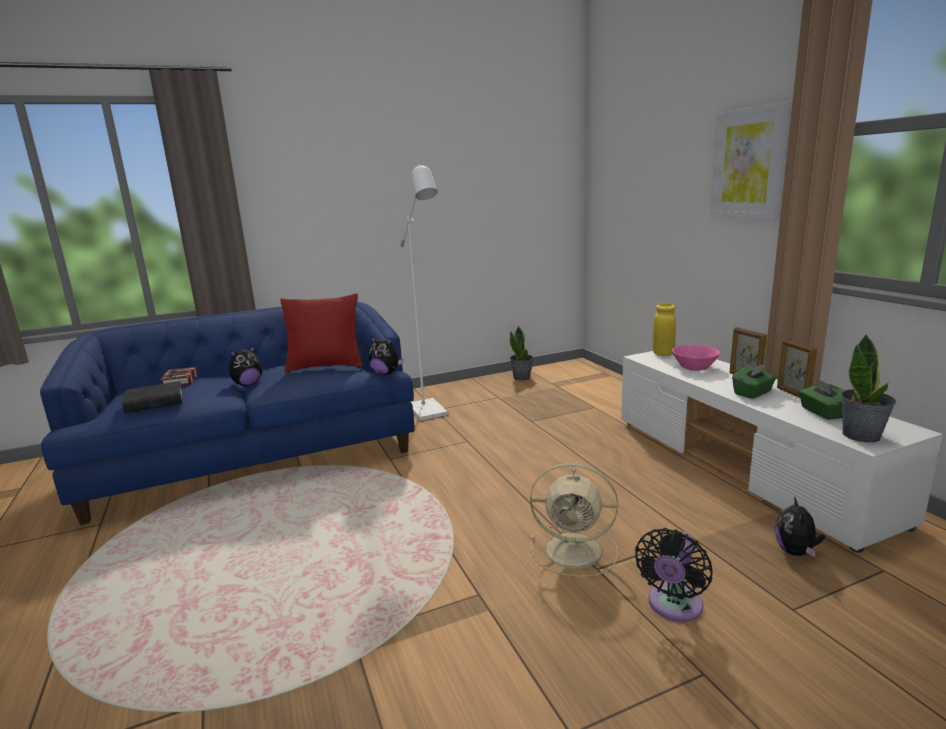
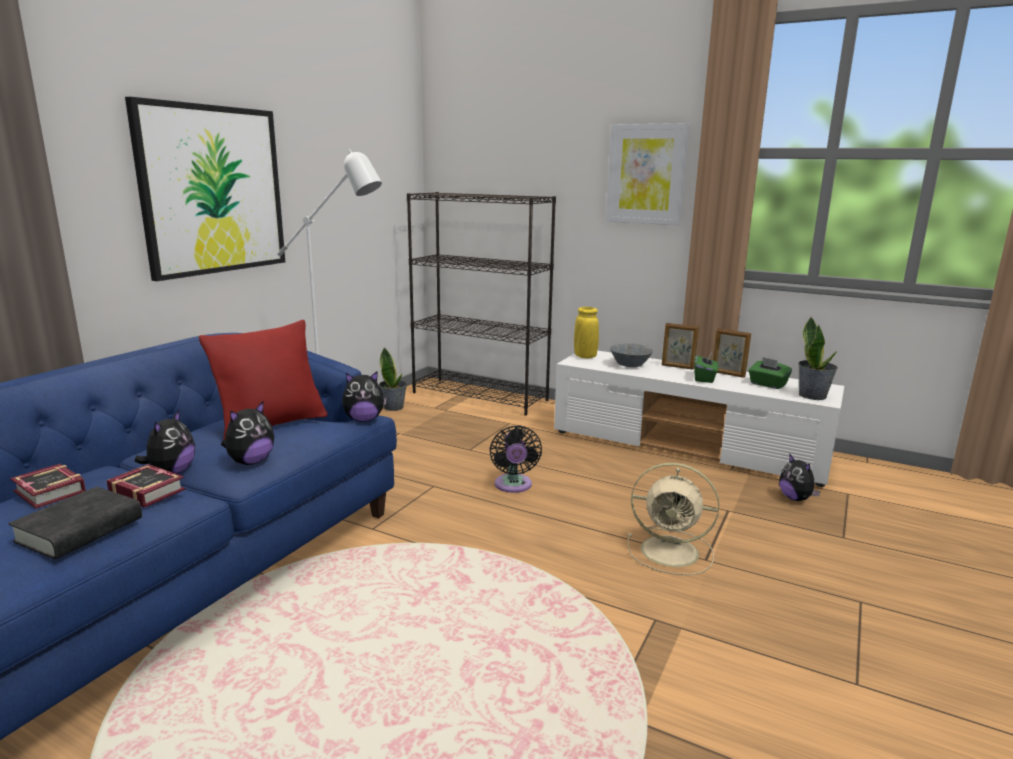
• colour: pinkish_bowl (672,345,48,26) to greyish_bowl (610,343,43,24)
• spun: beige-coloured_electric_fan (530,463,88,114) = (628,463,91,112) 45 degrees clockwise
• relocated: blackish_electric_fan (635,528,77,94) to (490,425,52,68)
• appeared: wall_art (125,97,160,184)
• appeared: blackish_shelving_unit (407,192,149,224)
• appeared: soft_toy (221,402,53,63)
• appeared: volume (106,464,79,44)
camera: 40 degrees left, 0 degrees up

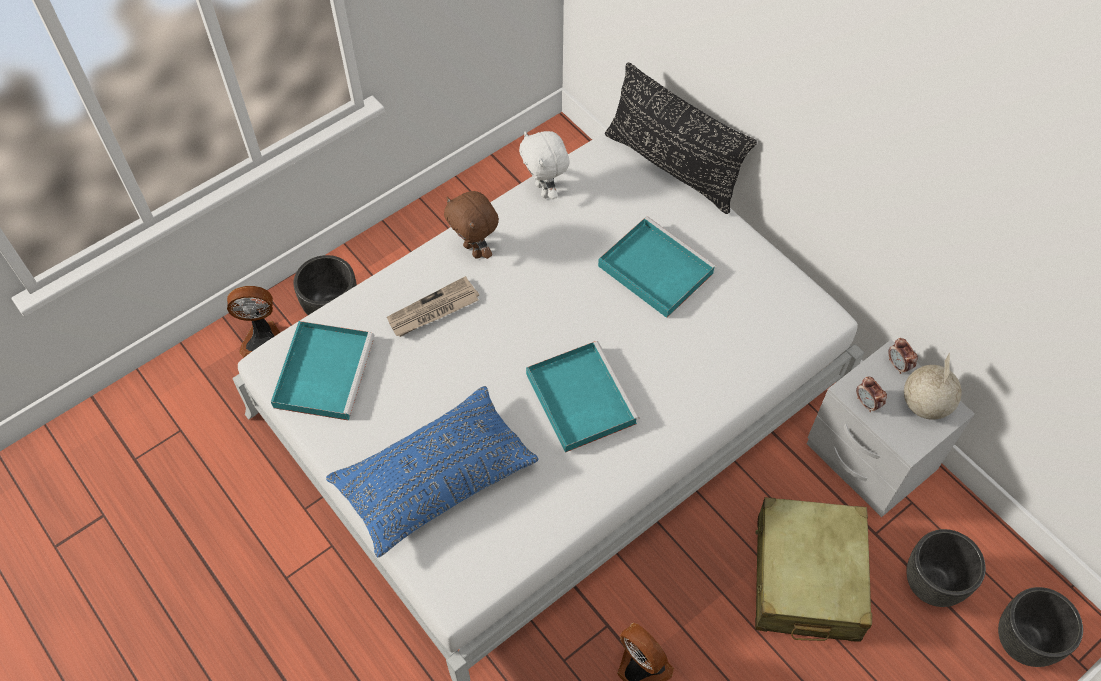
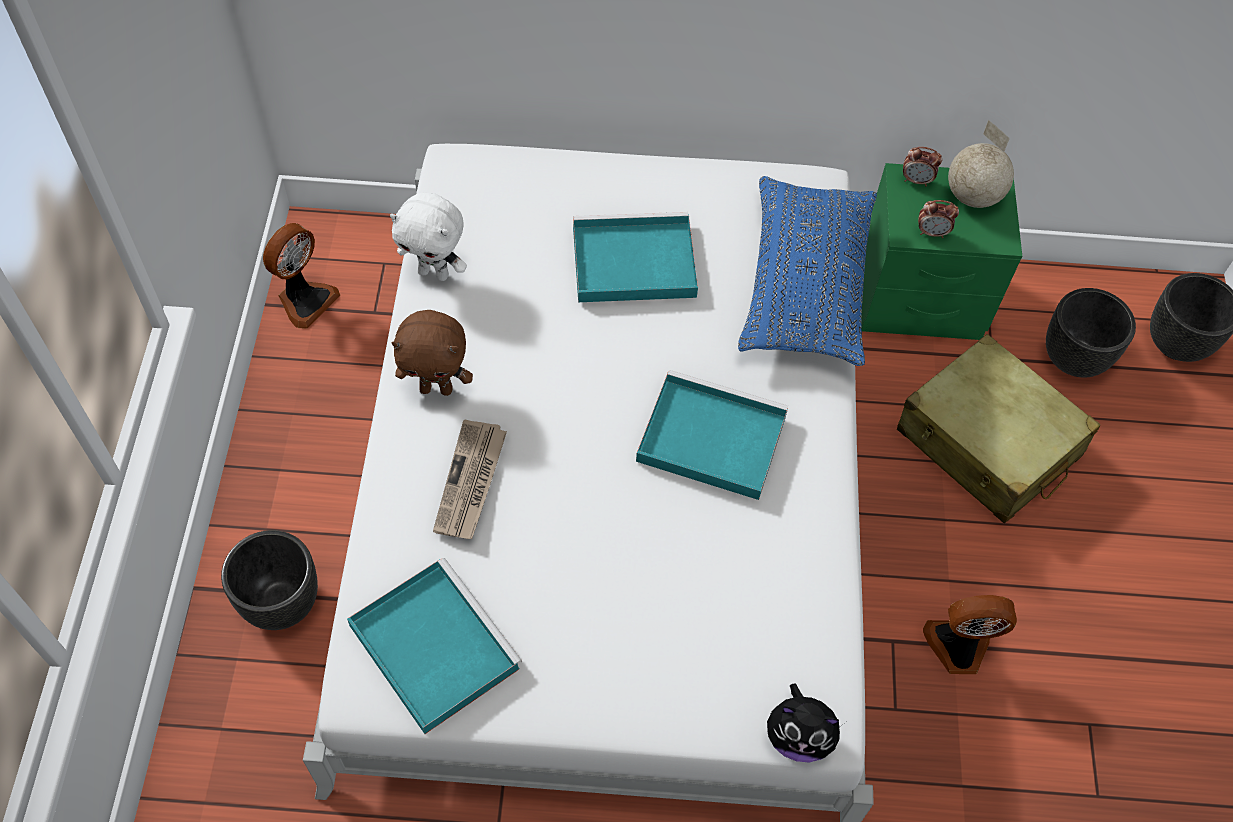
• missing: blackish_throw_pillow (605,62,152,152)
• relocated: electric_fan (227,286,54,72) to (263,223,77,106)
• colour: greyish_night_table (807,340,168,177) to greenish_night_table (861,163,161,177)
• relocated: blue_throw_pillow (326,386,212,171) to (738,176,139,190)
• appeared: soft_toy (767,683,75,79)
camera: 50 degrees left, 0 degrees up

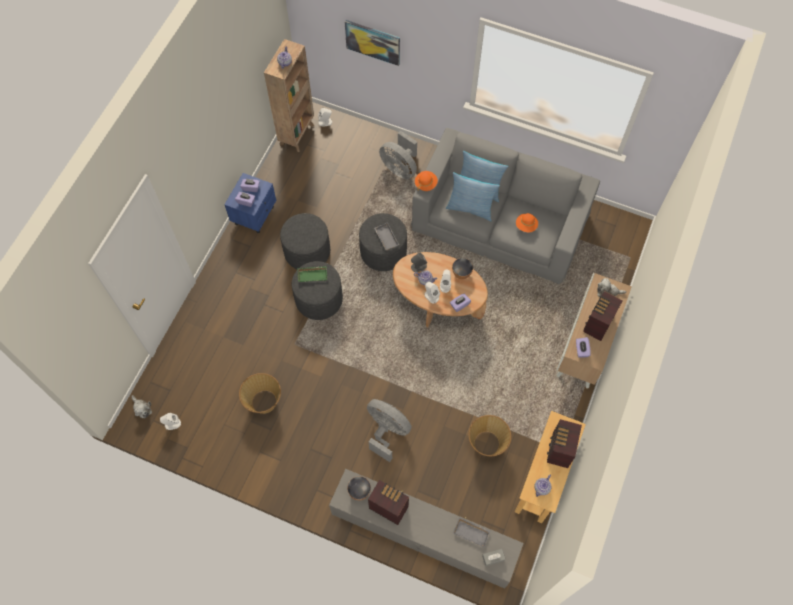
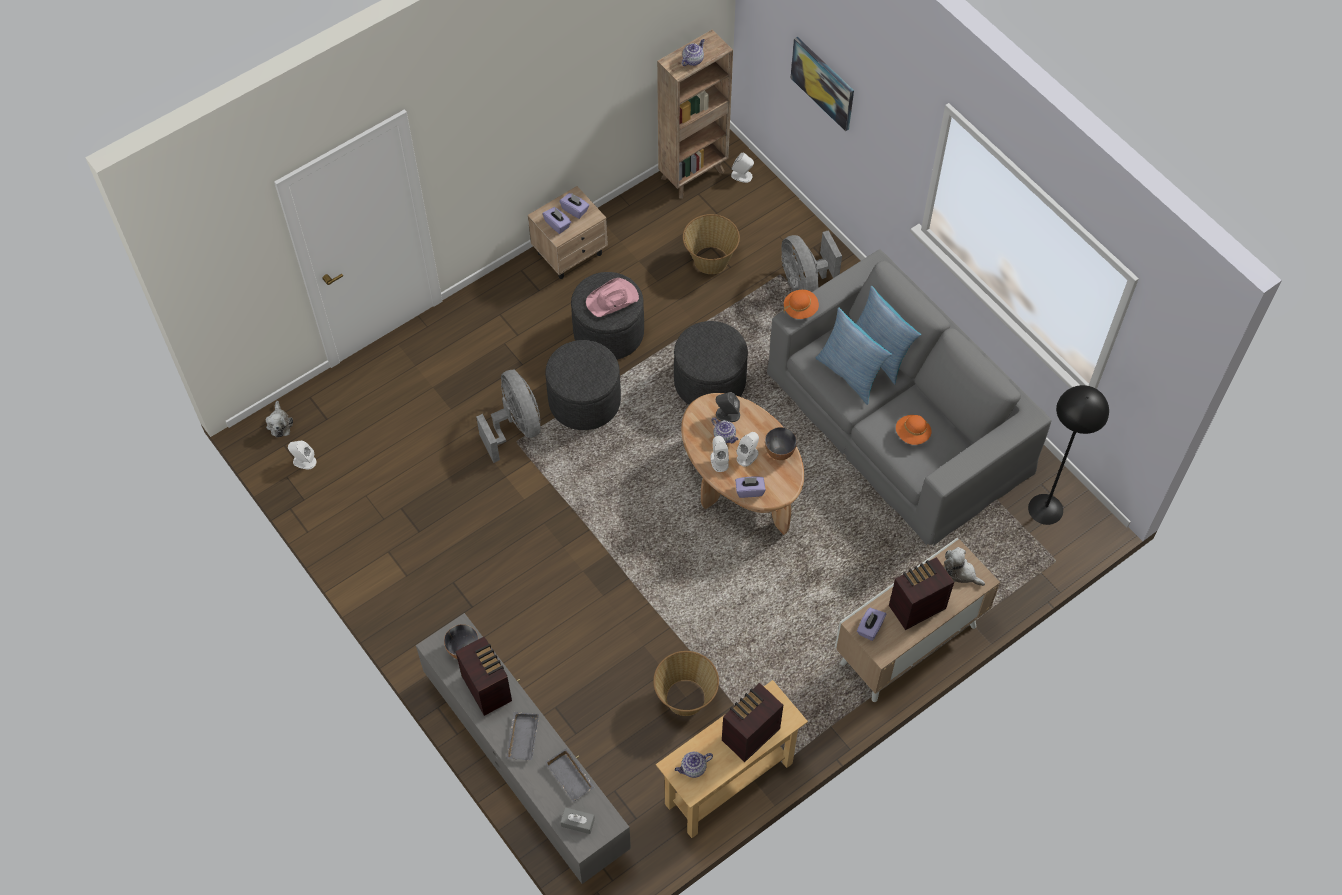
• colour: blue_night_table (224,173,52,61) to beige-coloured_night_table (528,186,80,93)
• relocated: greyish_serving_tray (374,222,25,28) to (506,712,33,48)
• missing: greenish_serving_tray (297,266,30,16)
• relocated: basket (239,373,42,41) to (683,214,57,60)
• relocated: greyish_electric_fan (367,399,45,63) to (476,370,65,93)
• appeared: pinkish_clothing_hat (586,278,53,39)
• appeared: blackish_standing_lamp (1028,385,81,140)
camera: 30 degrees right, 5 degrees down

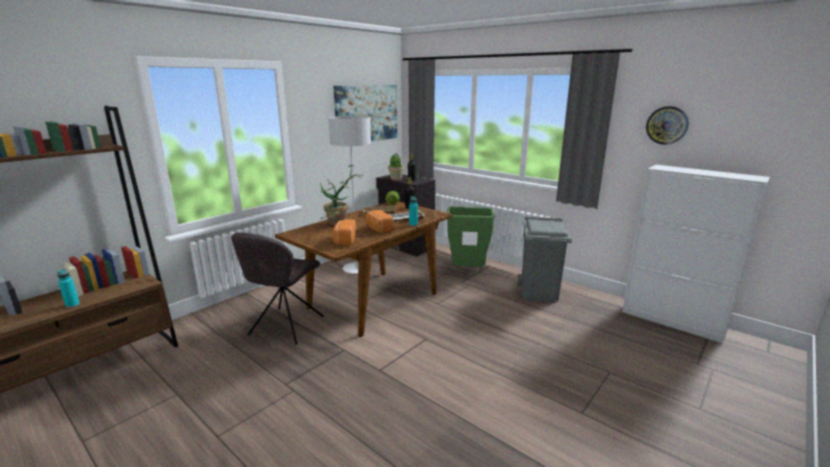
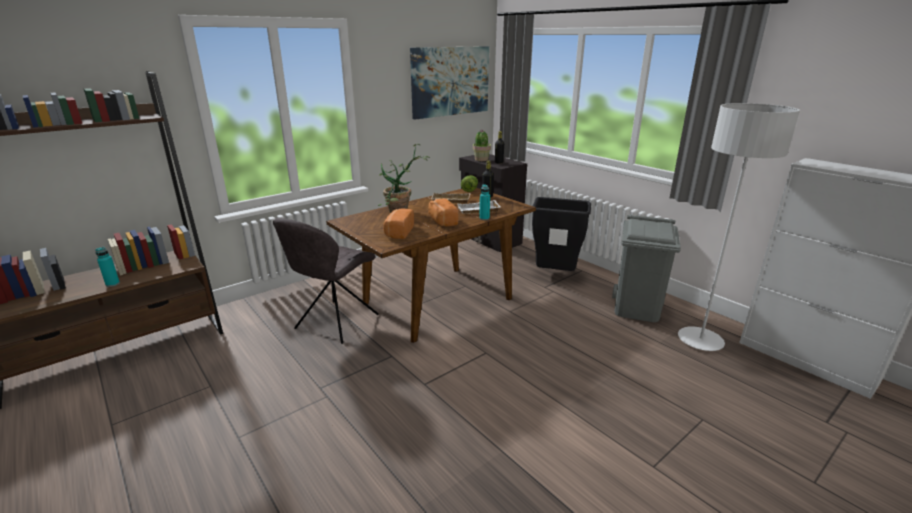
• missing: wall_clock (646,106,43,39)
• relocated: greyish_standing_lamp (329,116,42,158) to (678,103,122,248)
• colour: greenish_rubbish_bin (447,207,48,60) to blackish_rubbish_bin (532,197,59,74)
camera: 10 degrees right, 5 degrees up

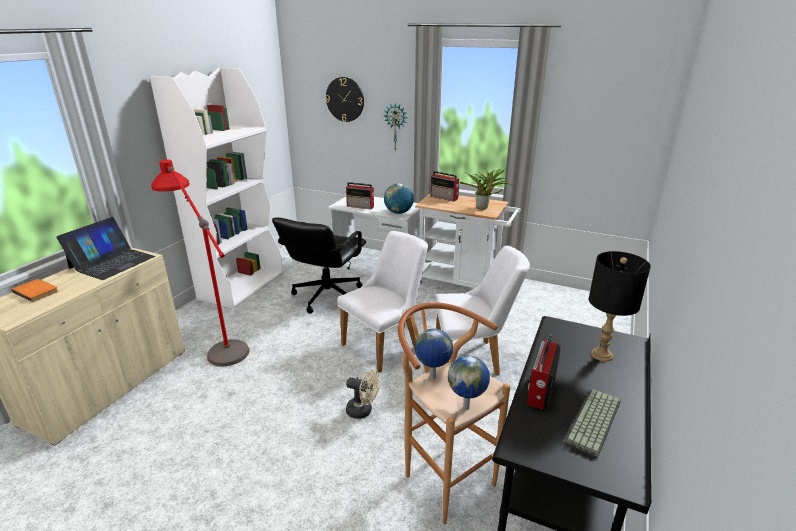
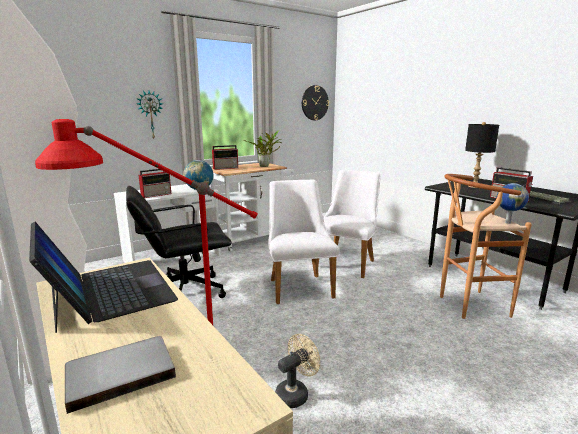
• relocated: wall_clock (325,77,39,45) to (302,85,27,35)
• spun: blackish_desk_chair (272,217,94,97) = (126,186,106,112) 105 degrees clockwise
• colour: orangey_volume (12,279,47,23) to greyish_volume (65,336,111,78)
• missing: desk_globe (415,329,38,50)
• relocated: beige-coloured_electric_fan (346,370,34,49) to (275,334,45,74)
camera: 60 degrees left, 10 degrees down

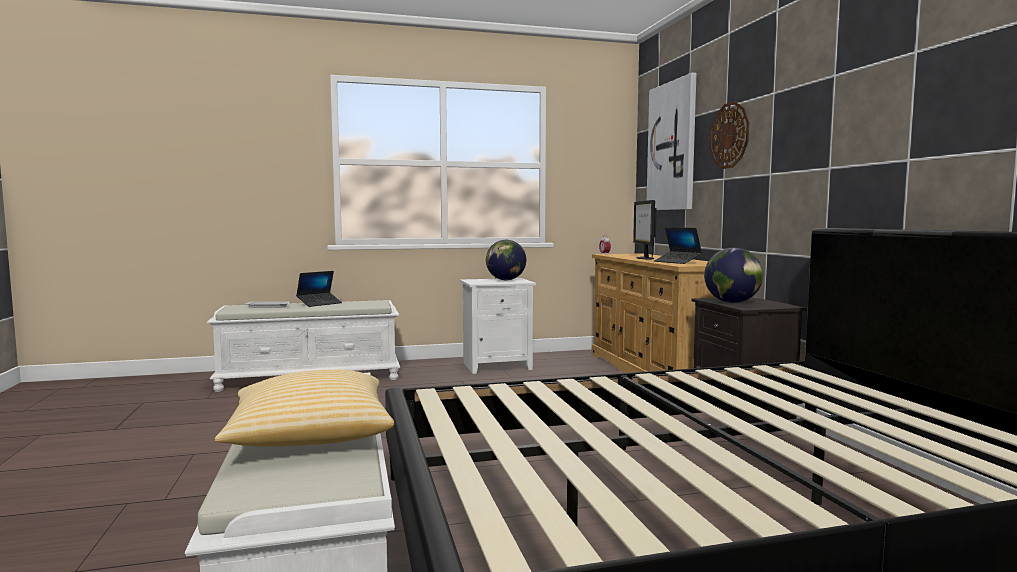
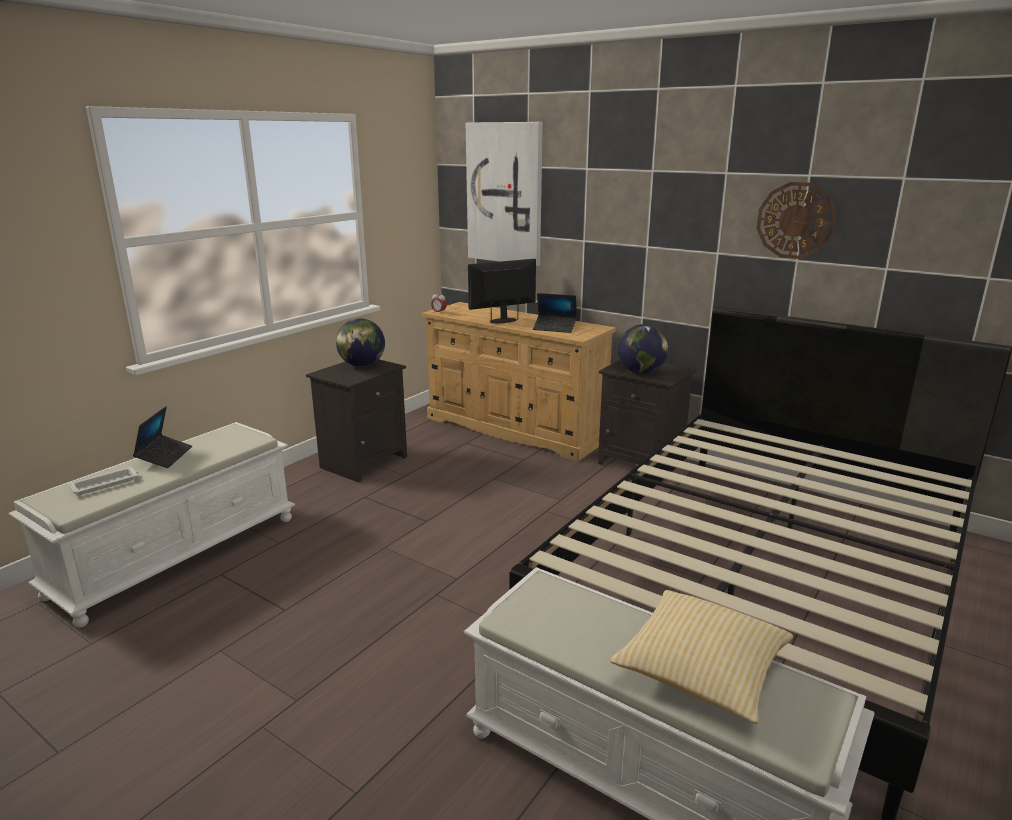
• relocated: wall_clock (709,101,40,68) to (757,182,79,77)
• spun: monitor (633,200,24,60) = (468,259,68,65) 105 degrees clockwise
• colour: white-coloured_night_table (460,278,76,96) to blackish_night_table (306,359,101,123)
camera: 40 degrees left, 15 degrees up

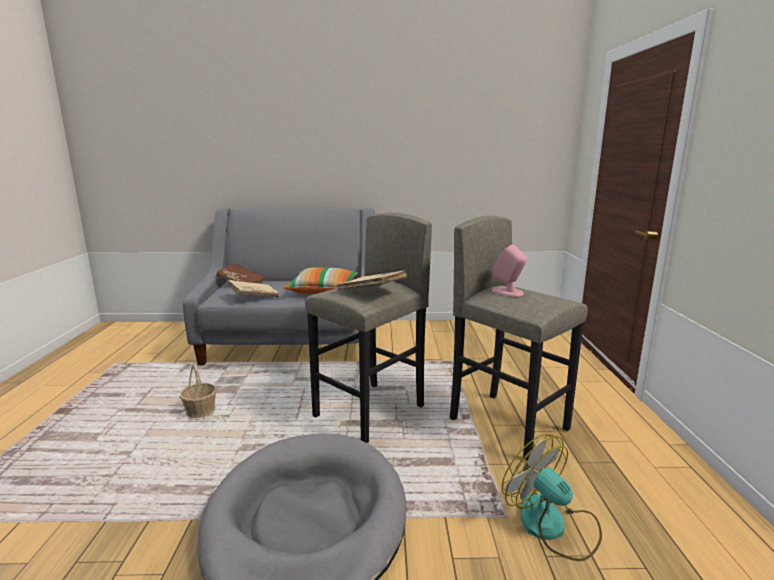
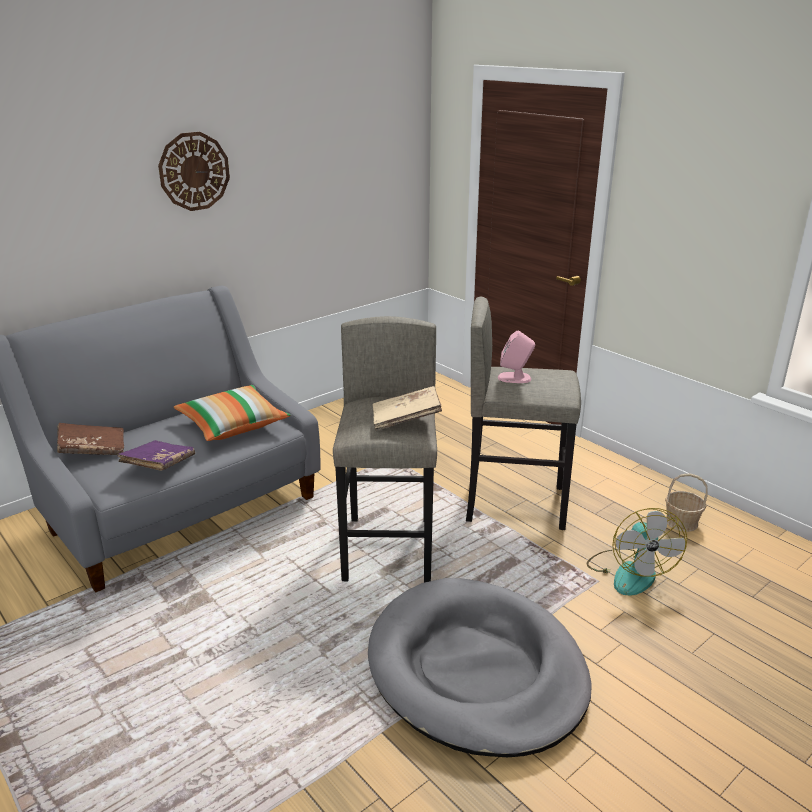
• colour: beige-coloured_volume (228,280,51,17) to purplish_volume (117,440,79,31)
• relocated: basket (180,364,37,54) to (665,474,43,58)
• spun: electric_fan (502,434,100,127) = (586,508,101,88) 105 degrees counterclockwise
• appeared: wall_clock (158,132,72,79)
camera: 40 degrees left, 10 degrees up

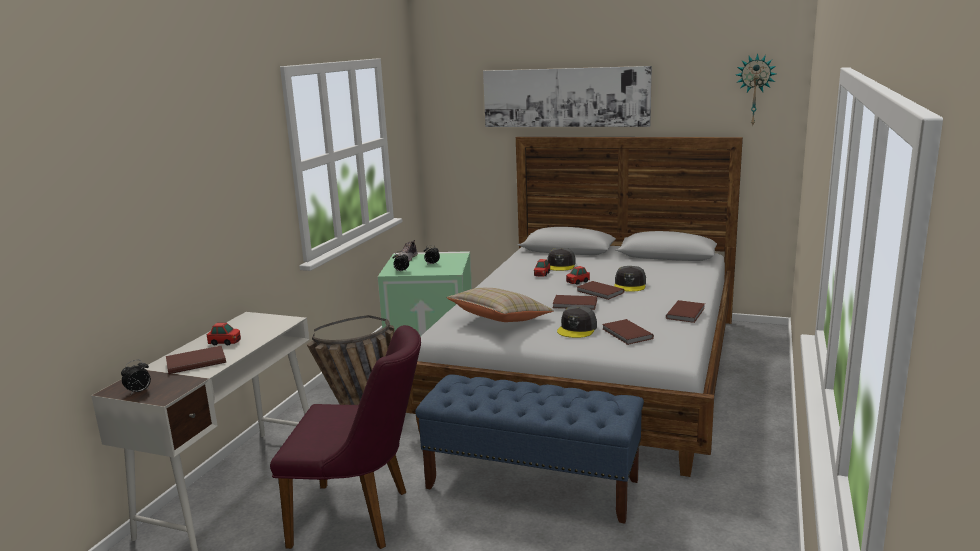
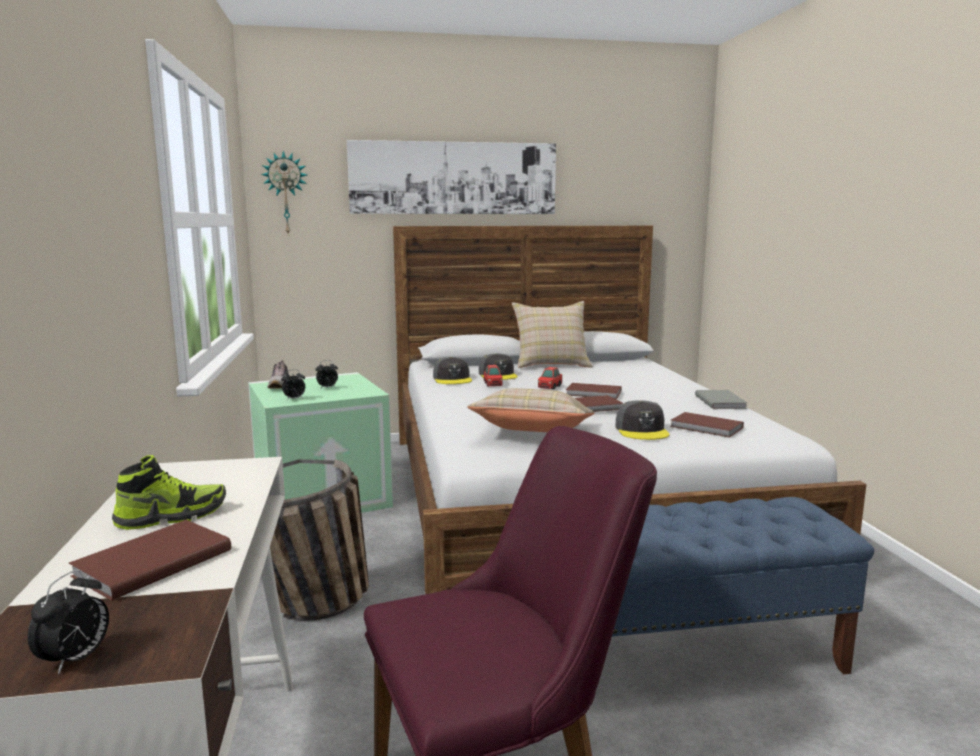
• relocated: wall_clock (736,53,40,74) to (261,151,46,85)
• relocated: greyish_baseball_cap (614,266,32,26) to (433,357,39,27)
• colour: brown-coloured_volume (666,300,39,23) to greyish_volume (695,390,52,19)
• exchanged: miniature_car (207,322,34,24) to item_of_footwear (112,455,114,75)
• appeared: beige-coloured_throw_pillow (512,301,81,67)
camera: 30 degrees left, 5 degrees down

